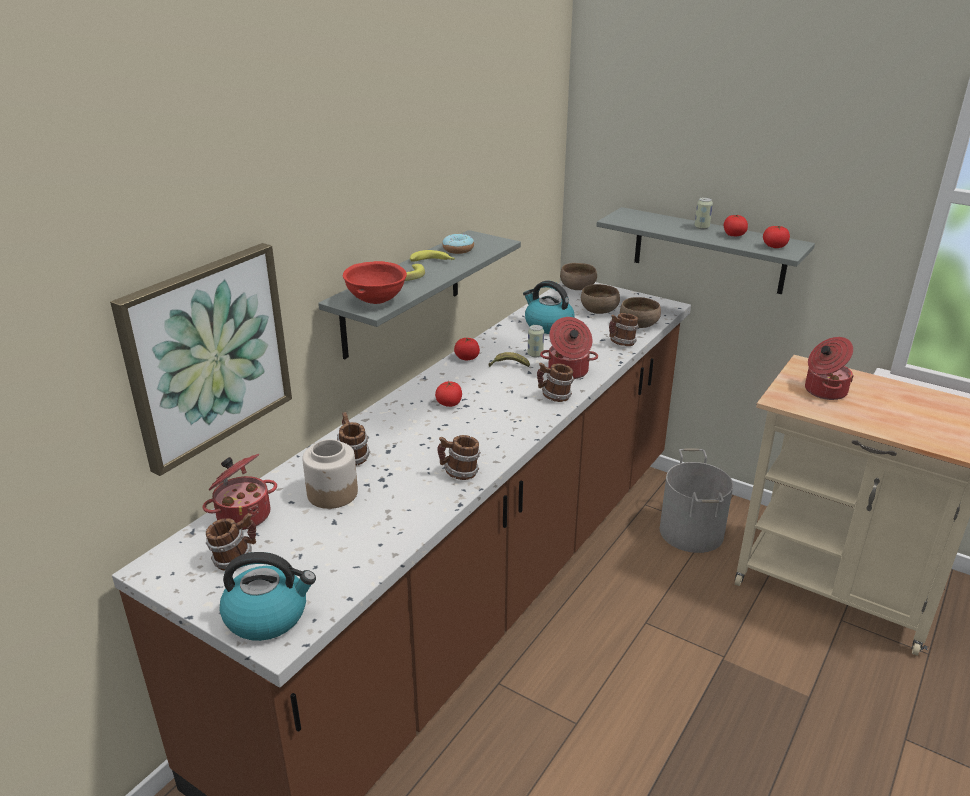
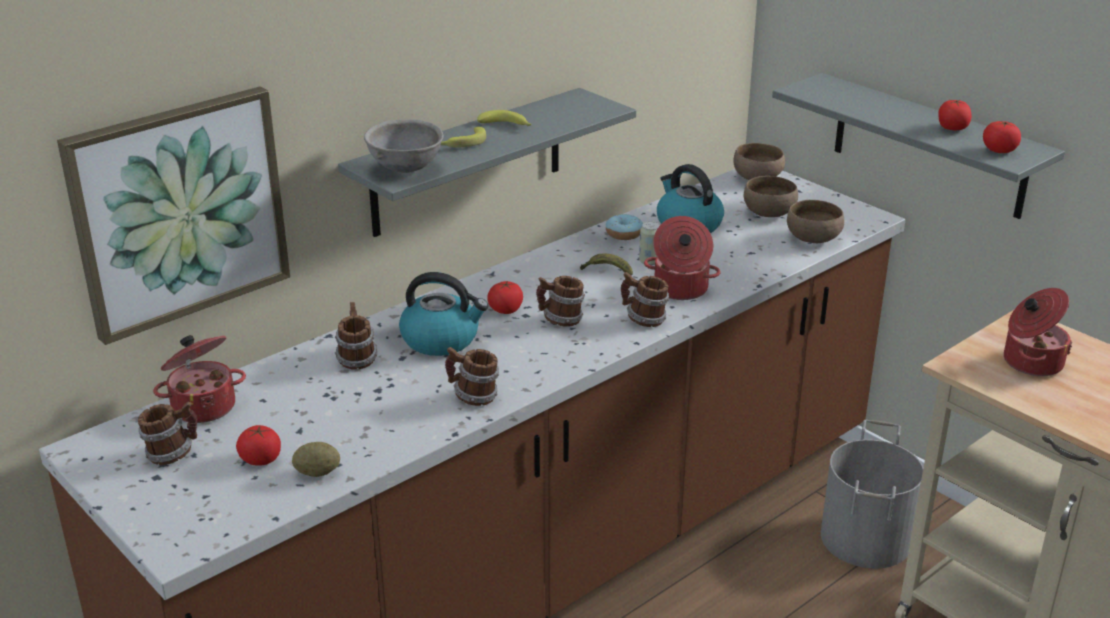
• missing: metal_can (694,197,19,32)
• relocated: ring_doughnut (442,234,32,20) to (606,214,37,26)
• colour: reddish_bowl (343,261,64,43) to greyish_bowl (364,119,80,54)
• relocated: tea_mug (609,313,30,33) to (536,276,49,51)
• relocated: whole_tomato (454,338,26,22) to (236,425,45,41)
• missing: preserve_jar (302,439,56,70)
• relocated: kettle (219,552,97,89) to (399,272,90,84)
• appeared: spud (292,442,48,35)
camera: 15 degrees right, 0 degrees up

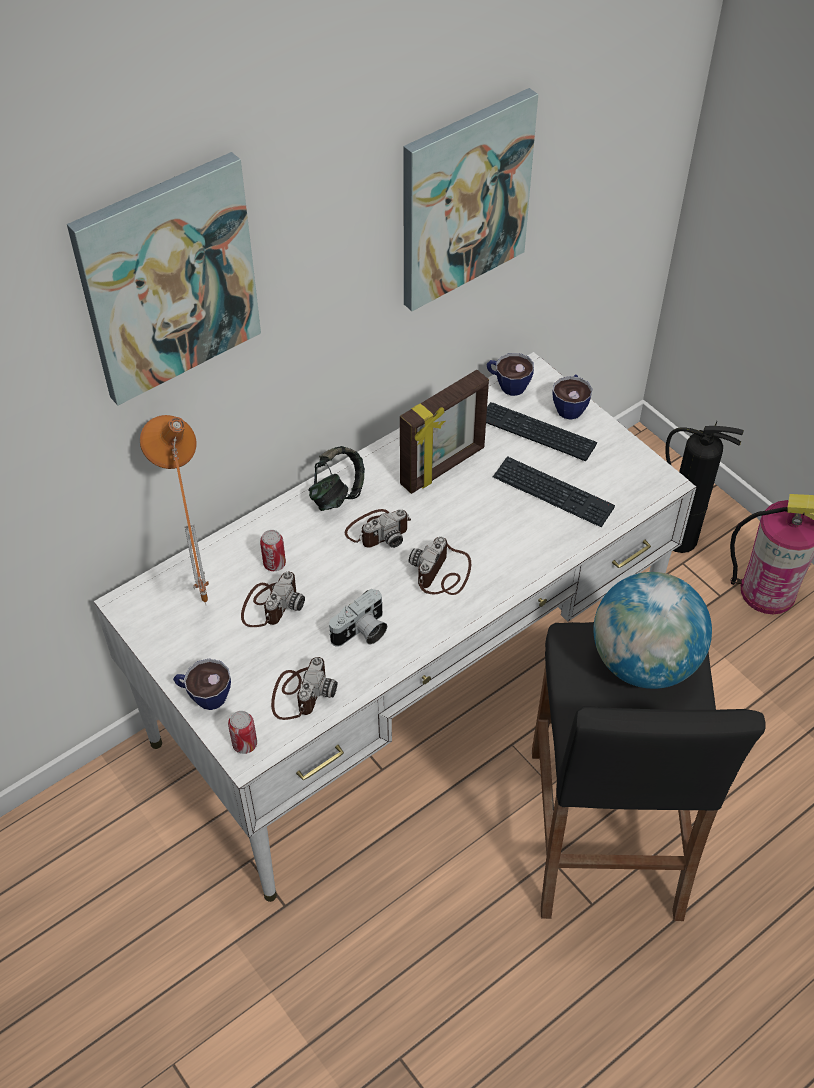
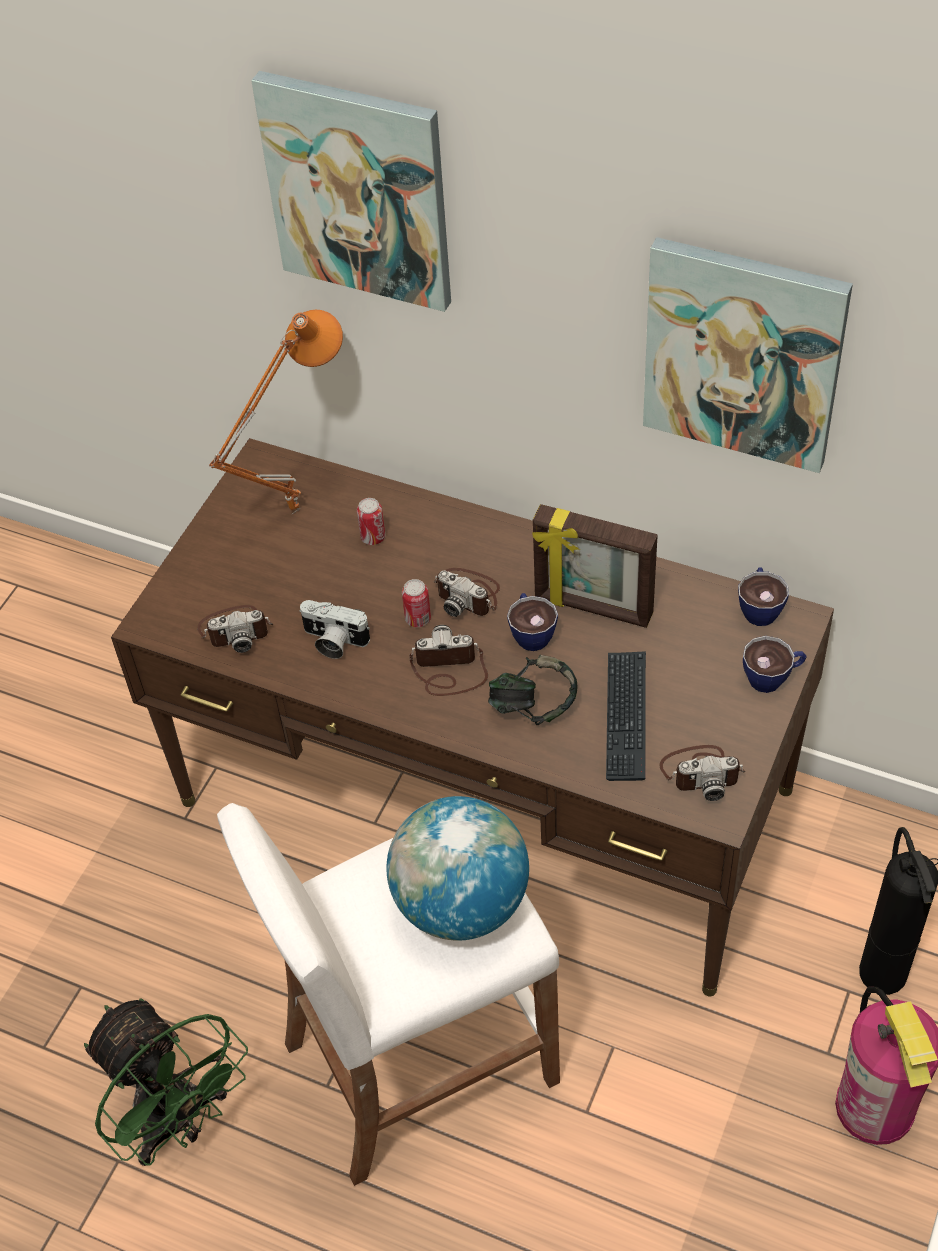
• colour: white-coloured_desk (94,352,602,550) to brown-coloured_desk (111,438,723,558)
• missing: computer_keyboard (486,402,111,60)
• relocated: headset (309,446,56,65) to (488,655,89,70)
• relocated: photo_camera (241,572,64,55) to (660,745,85,56)
• colour: blackish_sitting_stool (532,622,234,299) to white-coloured_sitting_stool (217,803,343,383)
• relocated: cup (173,659,58,51) to (507,593,51,58)
• relocated: metal_can (228,711,29,43) to (402,579,29,48)
• appeared: greenish_electric_fan (84,998,164,168)
camera: 65 degrees right, 0 degrees up

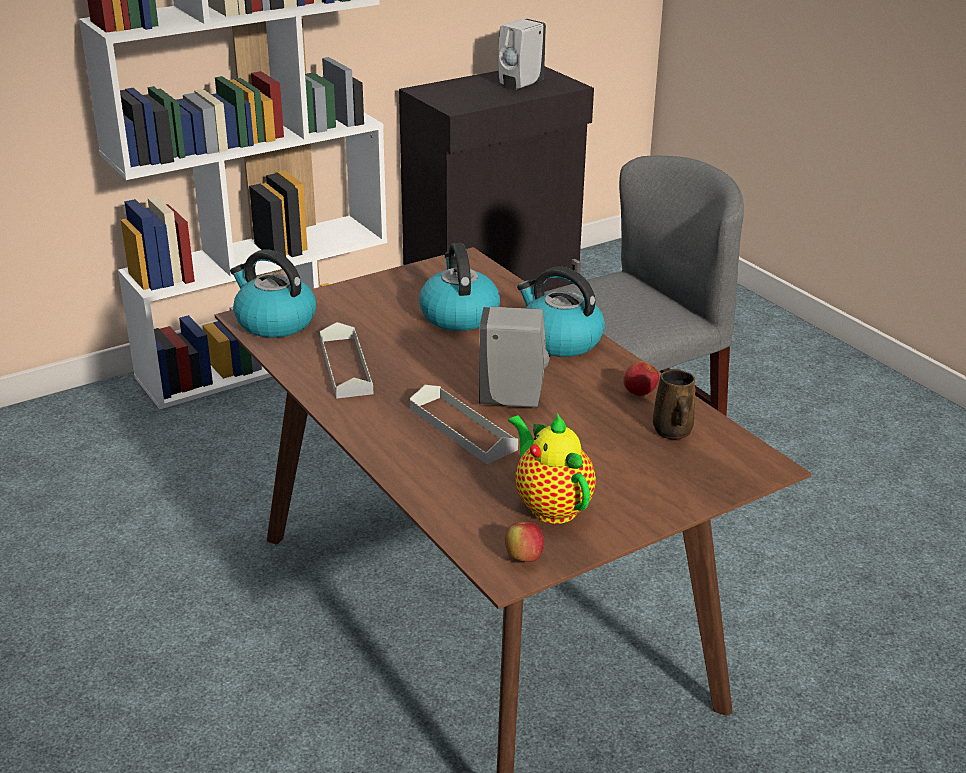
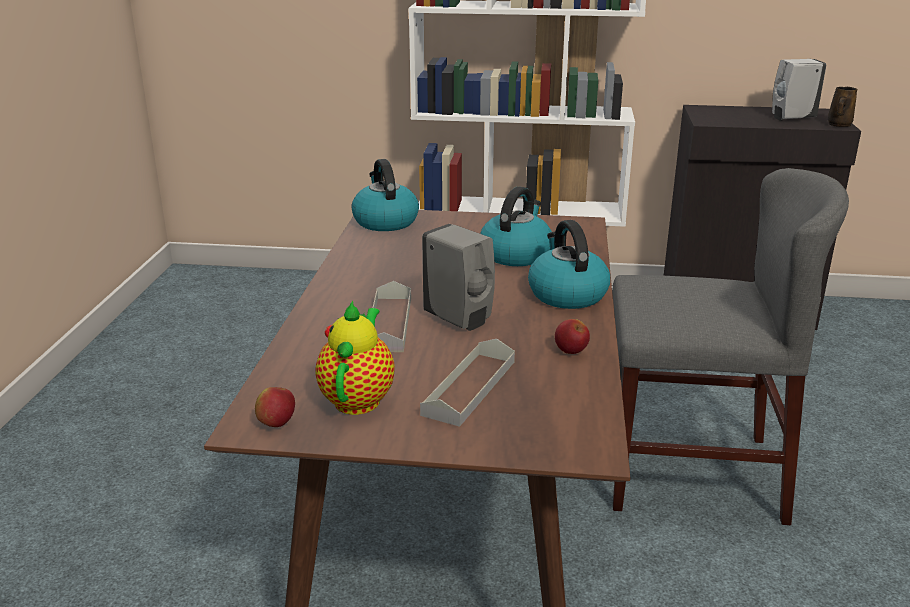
• relocated: greyish_serving_tray (320,322,53,77) to (420,339,95,88)
• relocated: brown-coloured_tea_mug (653,369,42,70) to (828,87,29,40)
camera: 40 degrees right, 5 degrees down

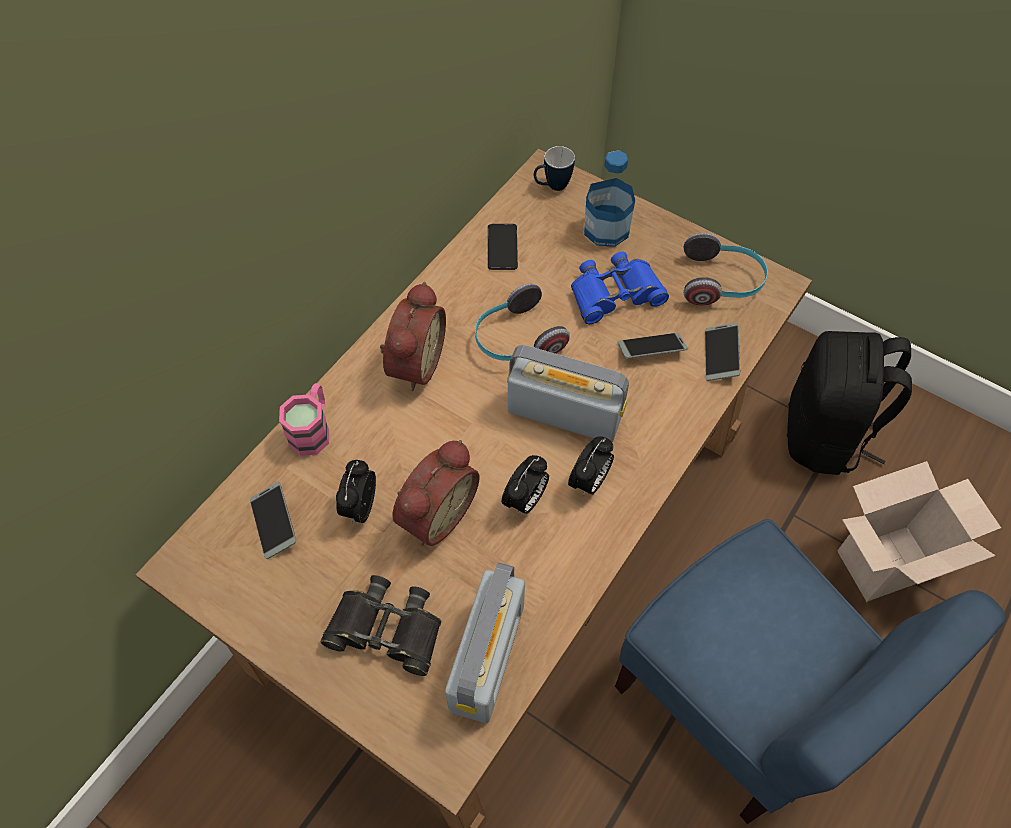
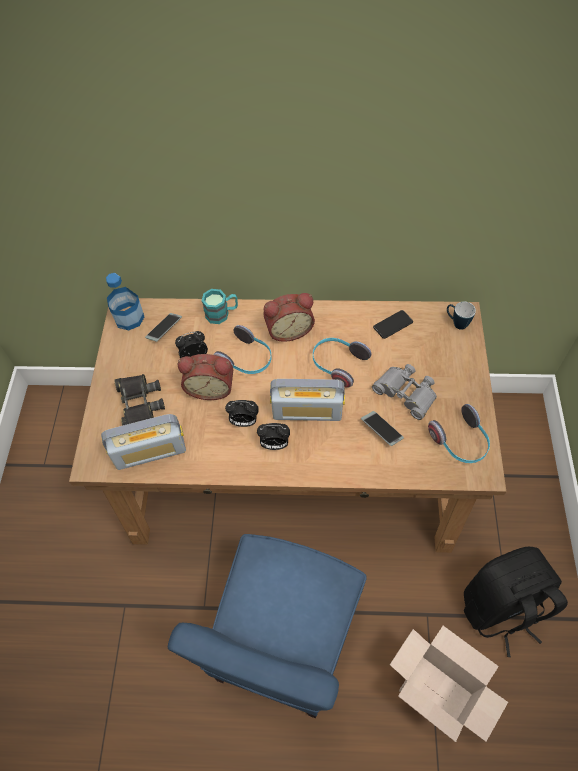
• relocated: drink_bottle (584,150,51,97) to (106,273,38,57)
• colour: blue_field_glasses (571,252,98,72) to greyish_field_glasses (372,364,65,56)
• missing: phone (705,323,35,58)
• spun: radio (507,345,122,97) = (270,379,75,42) 105 degrees clockwise
• colour: pinkish_tea_mug (279,383,50,73) to turquoise_tea_mug (202,289,36,35)
• appeared: headset (213,325,58,49)
camera: 60 degrees right, 0 degrees up

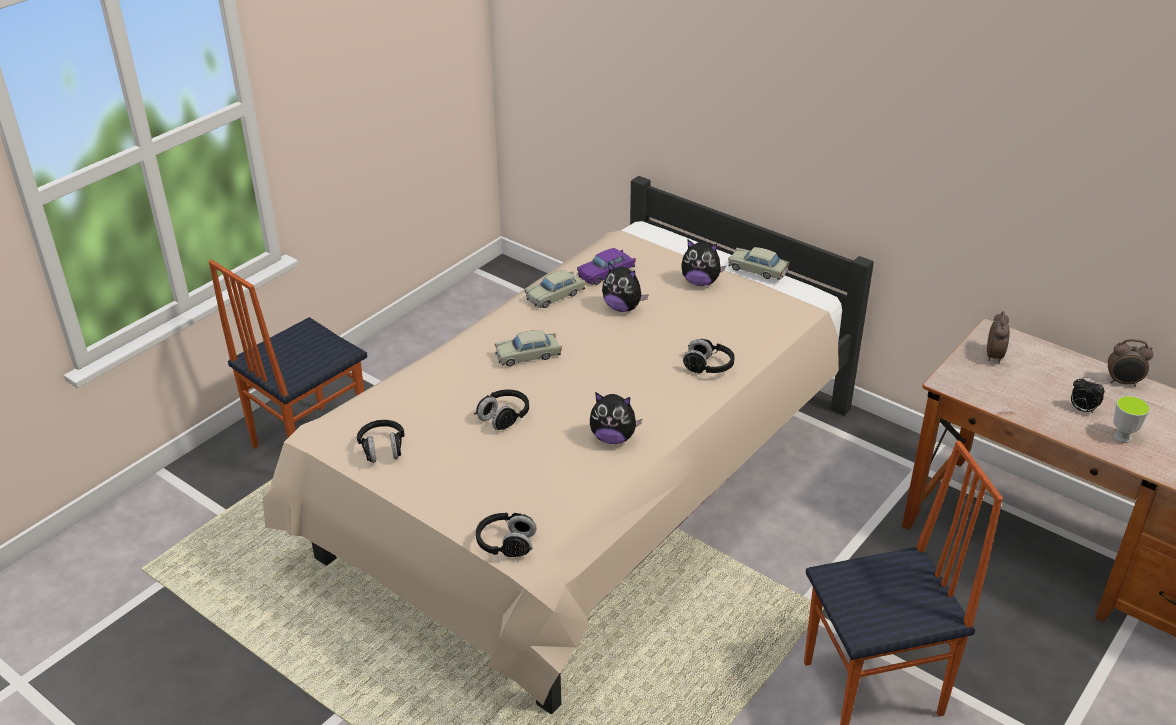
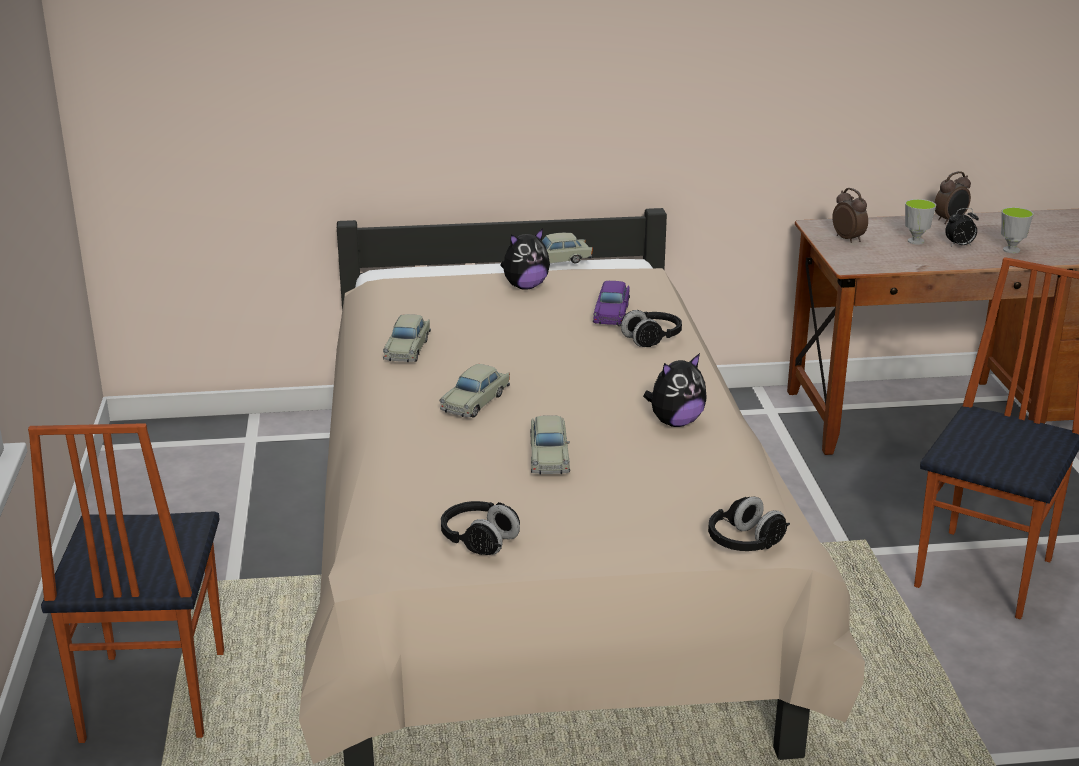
• relocated: purplish_miniature_car (577,248,59,37) to (593,281,37,44)
• missing: soft_toy (602,262,47,50)
• exchanged: blackish_headset (474,389,55,41) to beige-coloured_miniature_car (530,415,40,60)
• appeared: cup (905,199,31,46)
camera: 45 degrees left, 10 degrees down

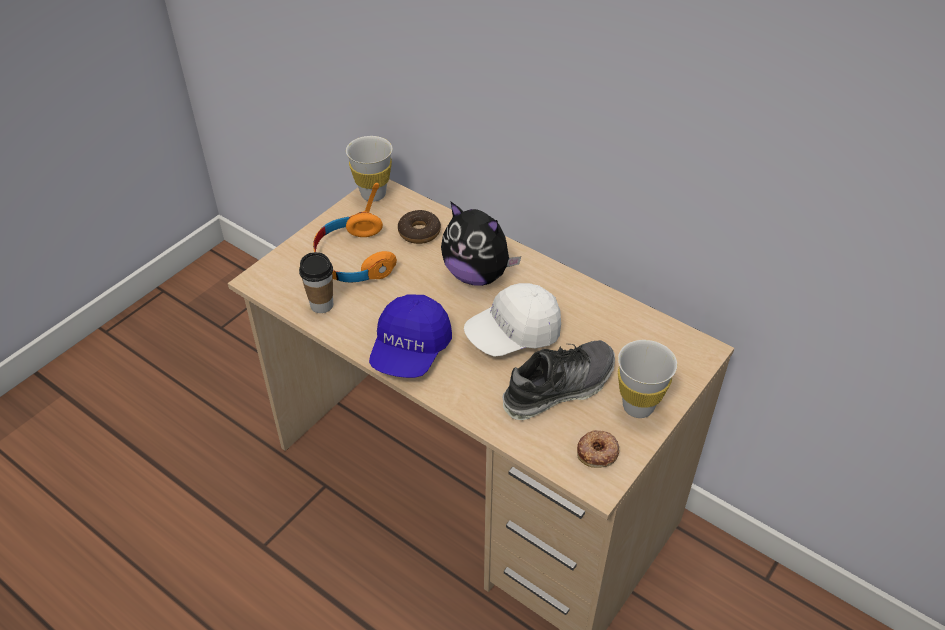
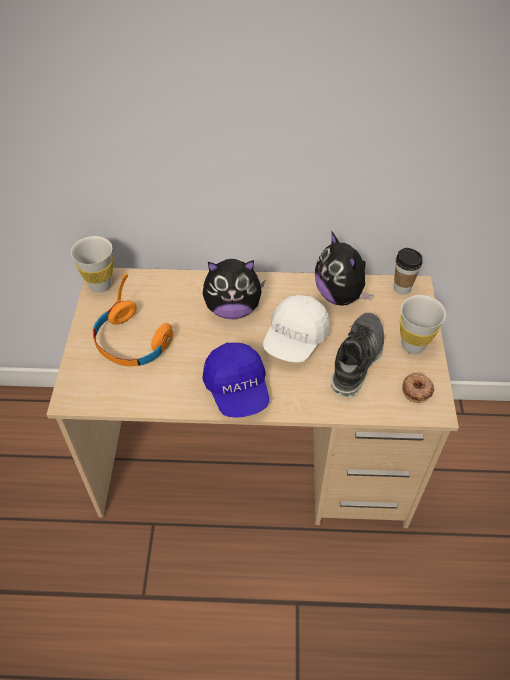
• missing: ring_doughnut (398,210,43,34)
• relocated: cup (299,252,34,61) to (393,248,30,47)
• appeared: soft_toy (315,232,57,74)
camera: 35 degrees left, 5 degrees up

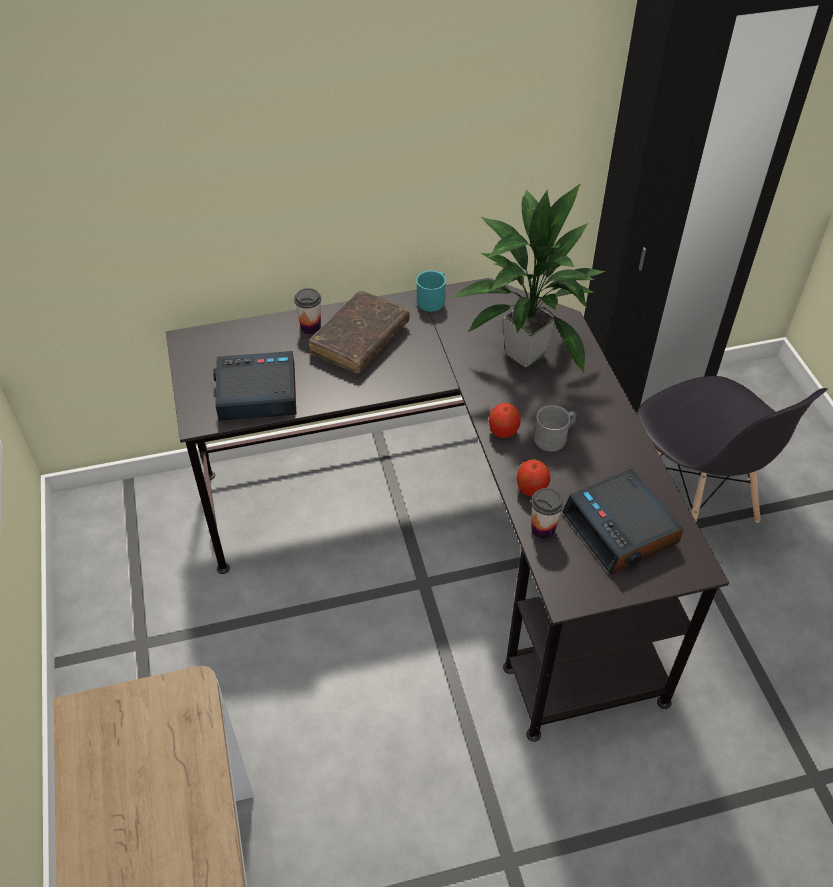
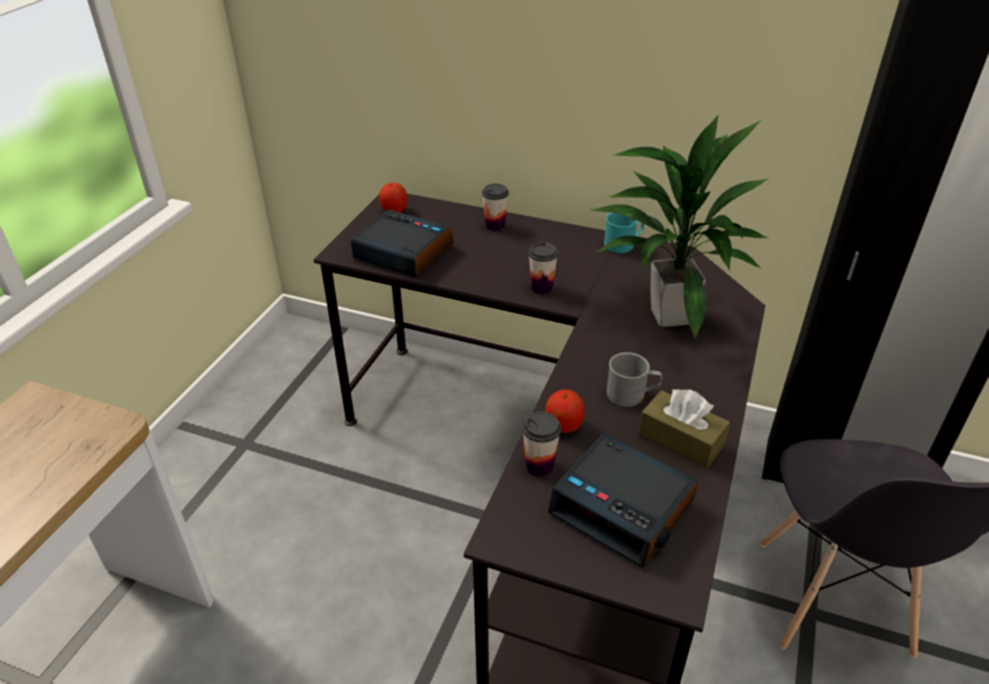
• missing: brown-coloured_volume (308,291,102,83)
• relocated: whole_apple (488,403,32,35) to (379,183,28,30)
• spun: alarm_clock (563,469,121,106) = (548,433,150,135) 60 degrees counterclockwise
• appeared: cup (528,242,30,52)
• appeared: brown-coloured_box_of_tissues (638,389,92,80)
camera: 35 degrees right, 10 degrees down

